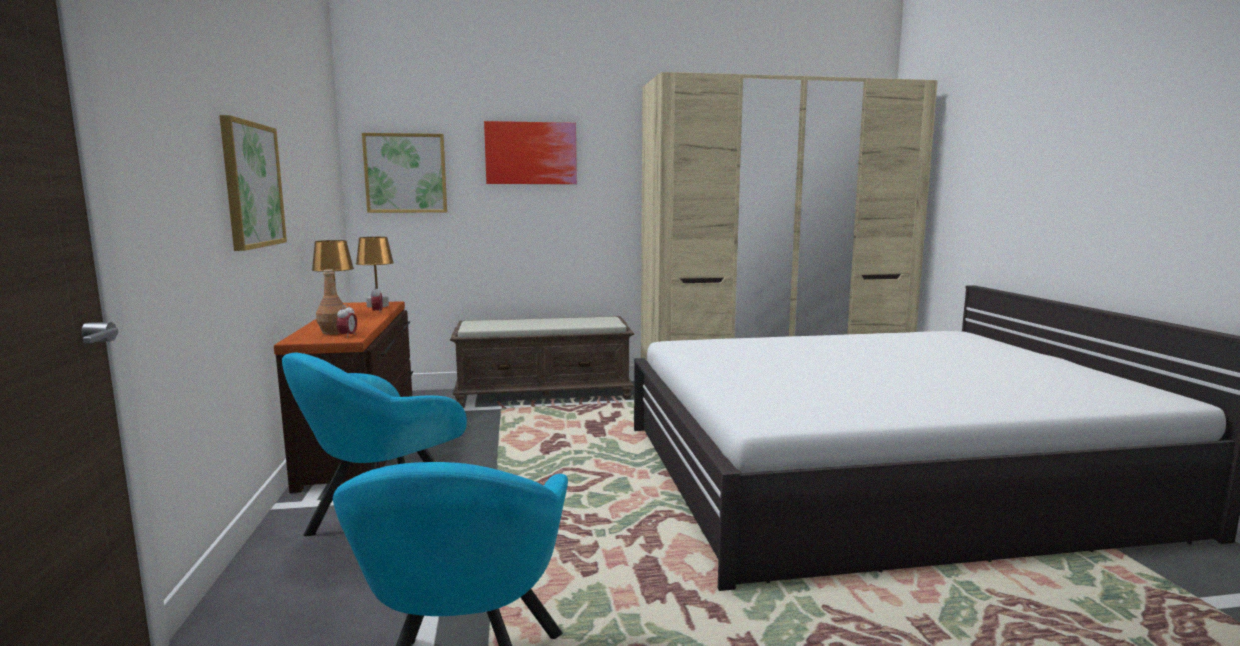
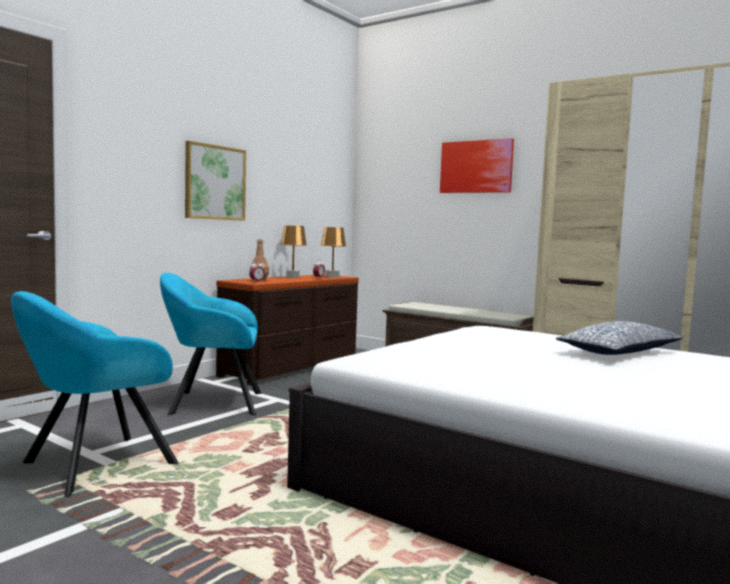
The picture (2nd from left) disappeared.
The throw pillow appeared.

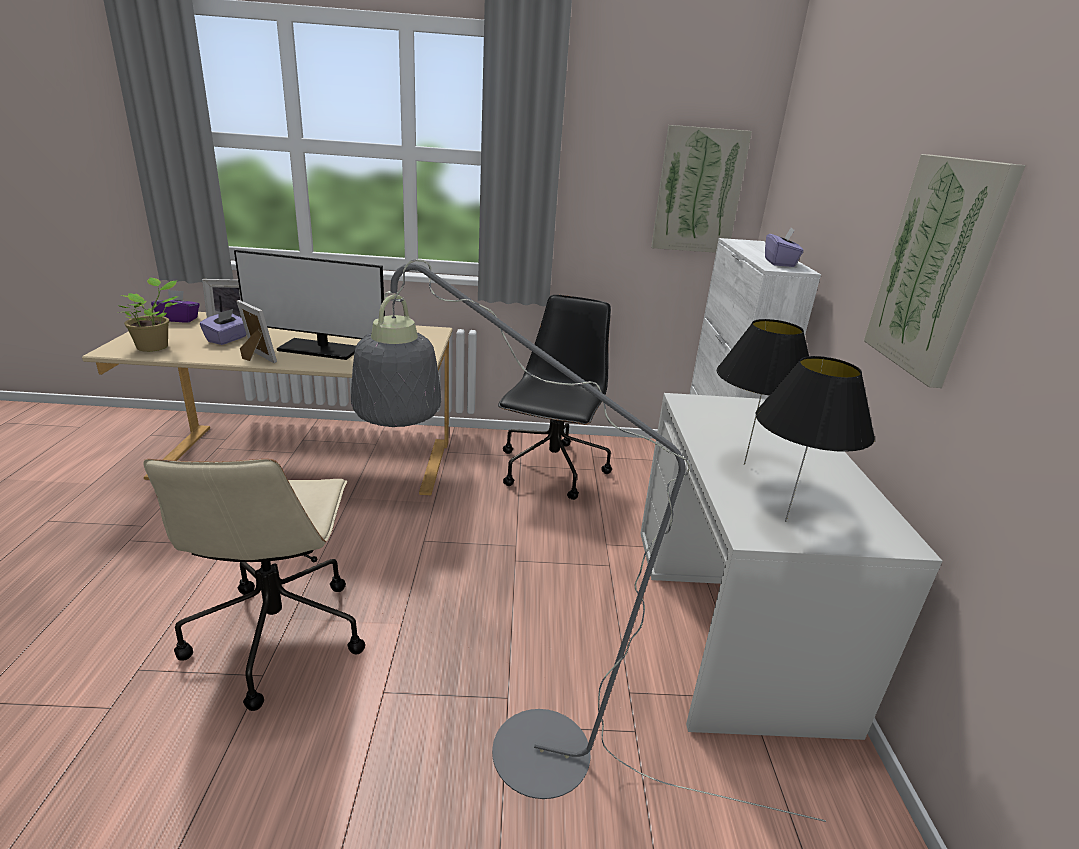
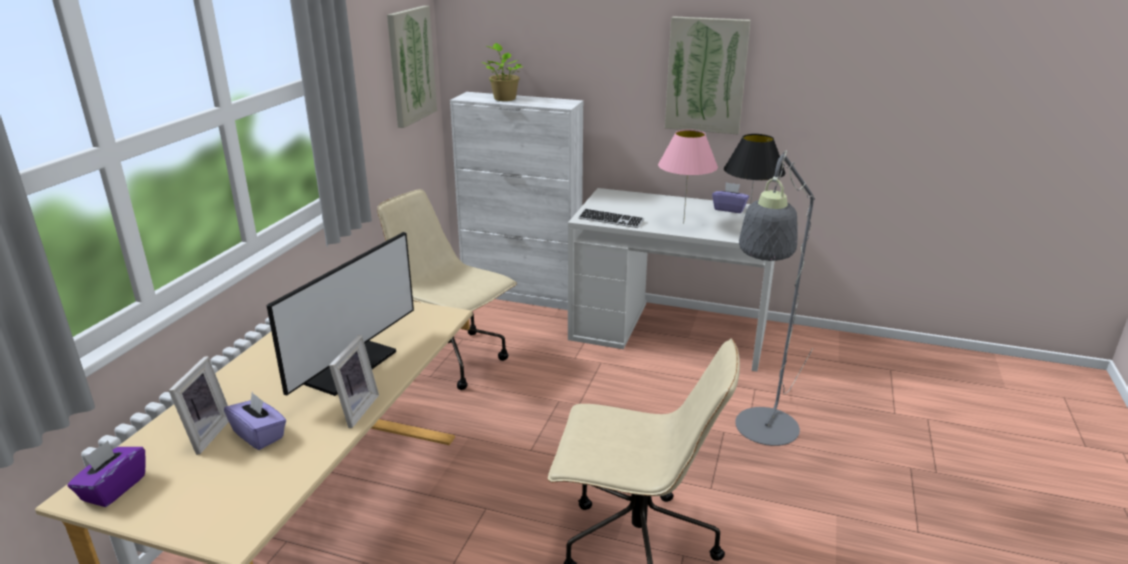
The PC keyboard appeared.
The potted plant moved.
The purplish tissue holder (3rd from left) moved.
The black-coloured computer chair became the beige computer chair (1st from left).
The black-coloured lamp for a table (1st from left) became the pinkish lamp for a table.
The standing frame (2nd from left) turned 135 degrees clockwise.

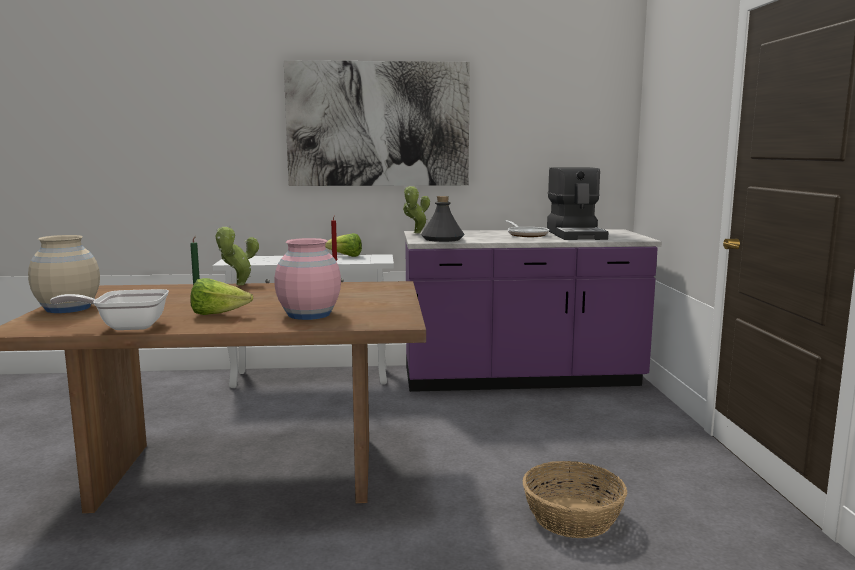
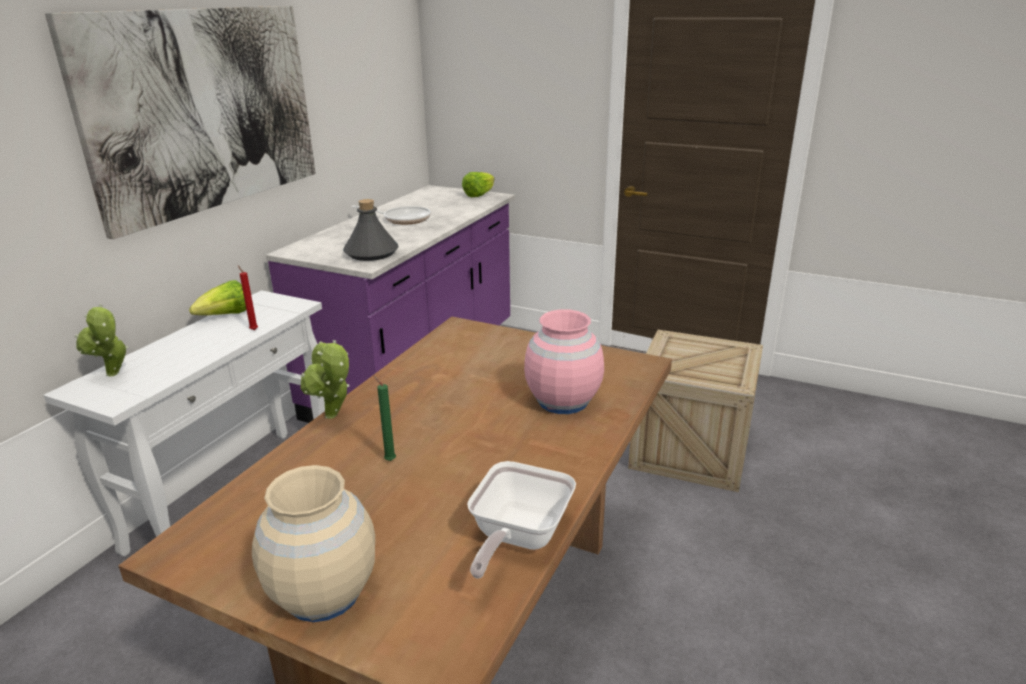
The coffee brewer disappeared.
The lettuce head (1st from left in the first image) moved.
The potted plant (2nd from left in the first image) moved.
The household basket was replaced by the crate.

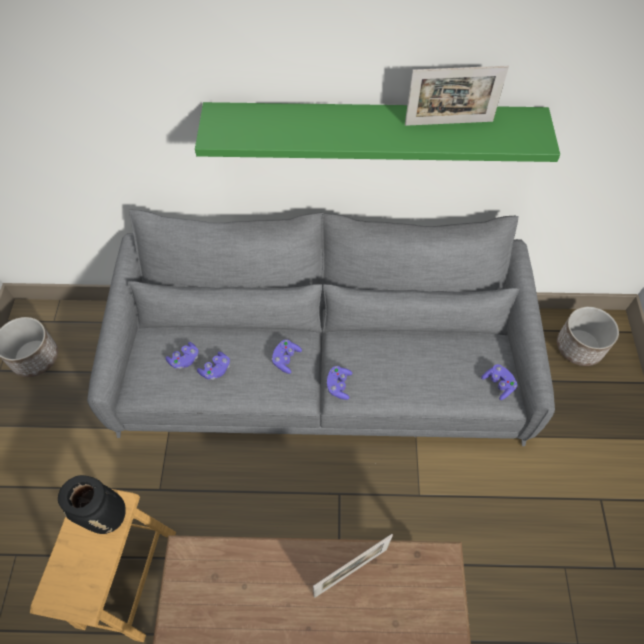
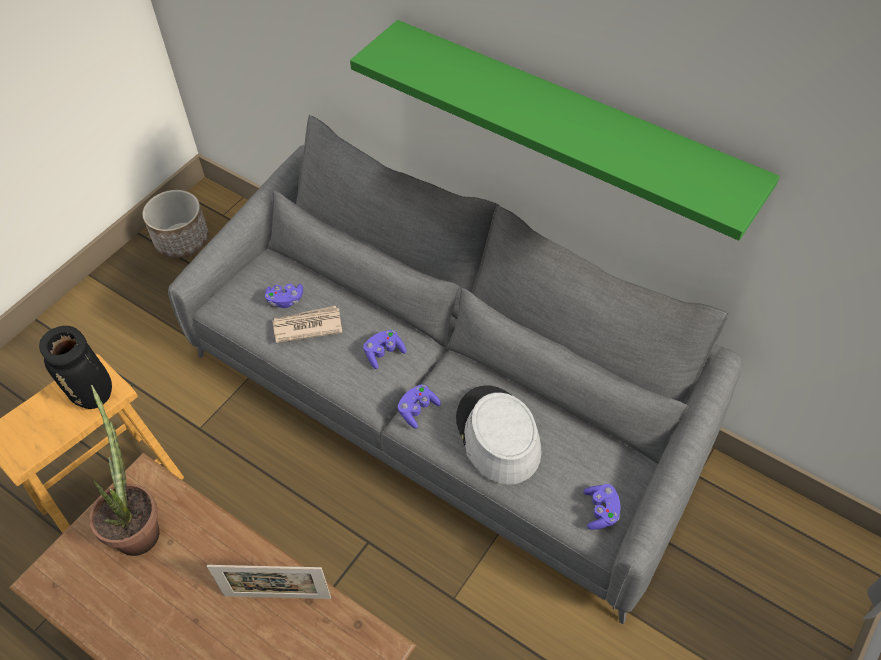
The standing frame (2nd from left) disappeared.
The flower pot (2nd from left) disappeared.
The potted plant appeared.
The grey clothing hat appeared.
The purplish joypad (2nd from left) was replaced by the newspaper.

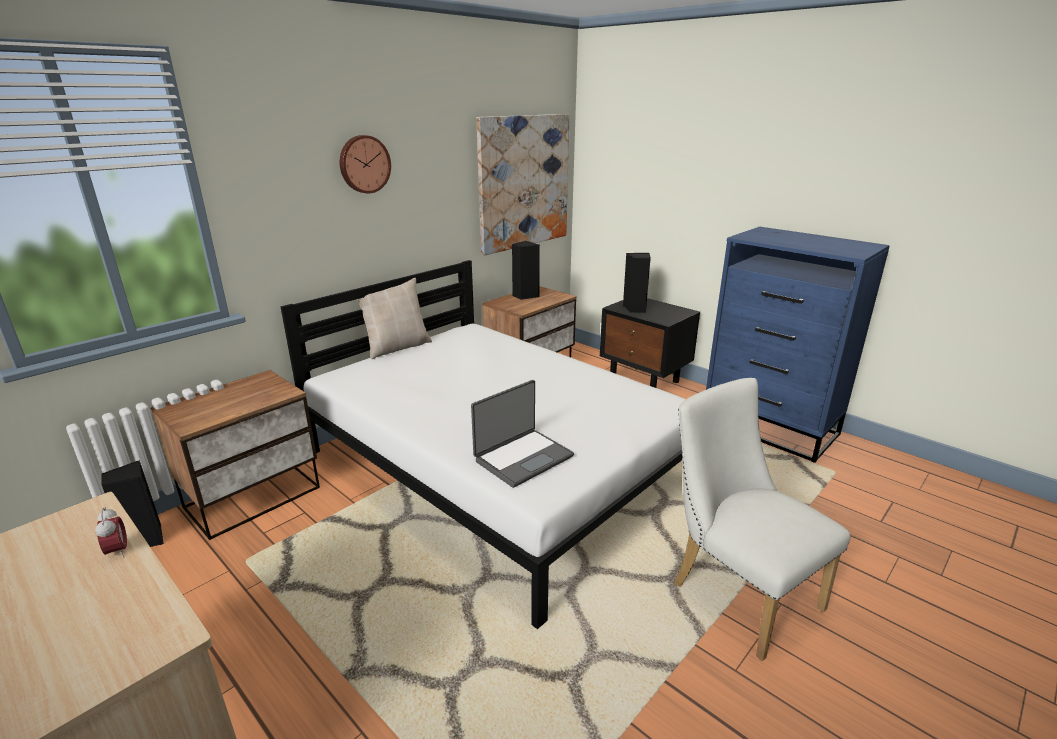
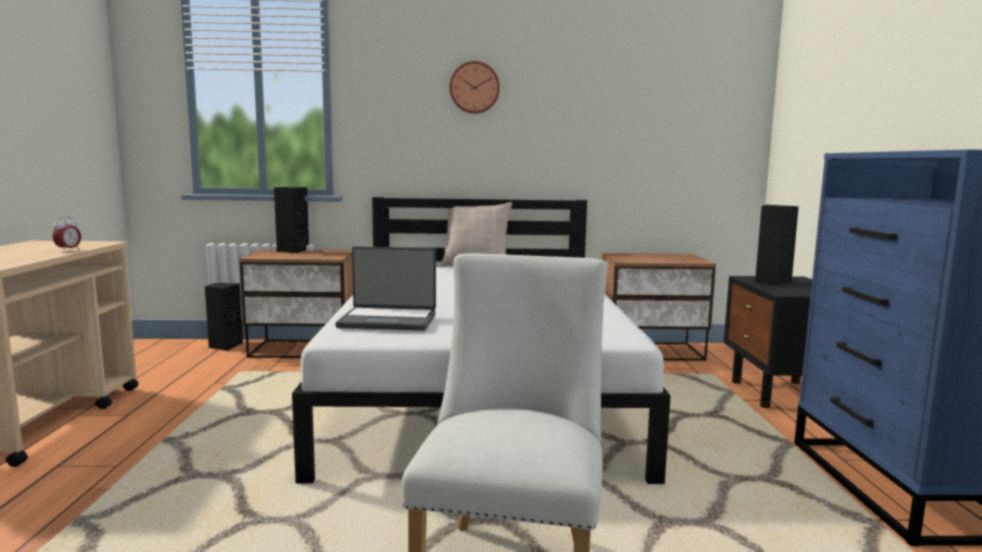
The picture disappeared.
The black-coloured speaker (2nd from left) moved.

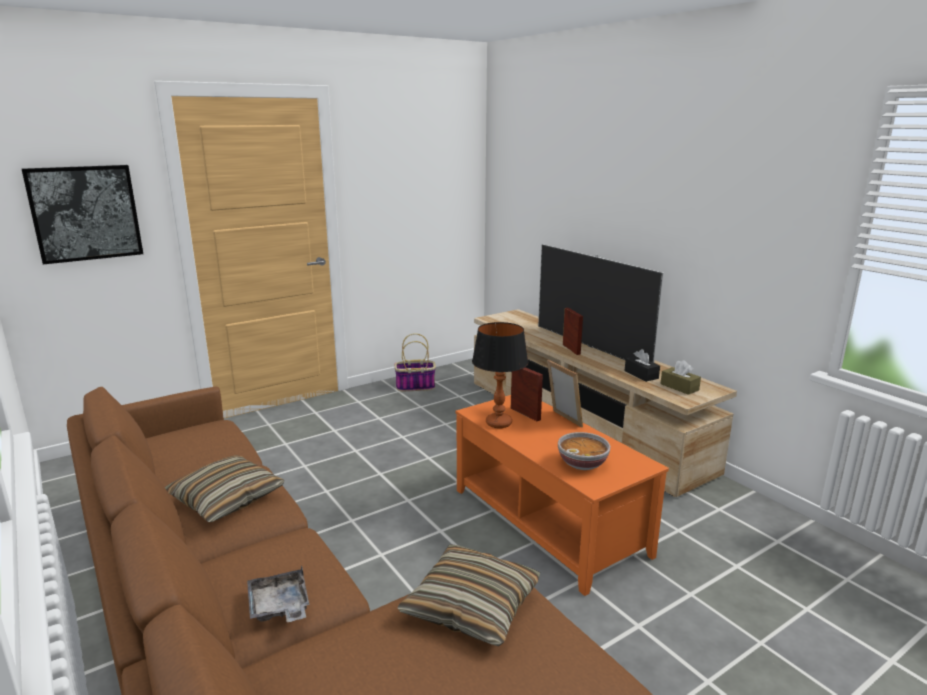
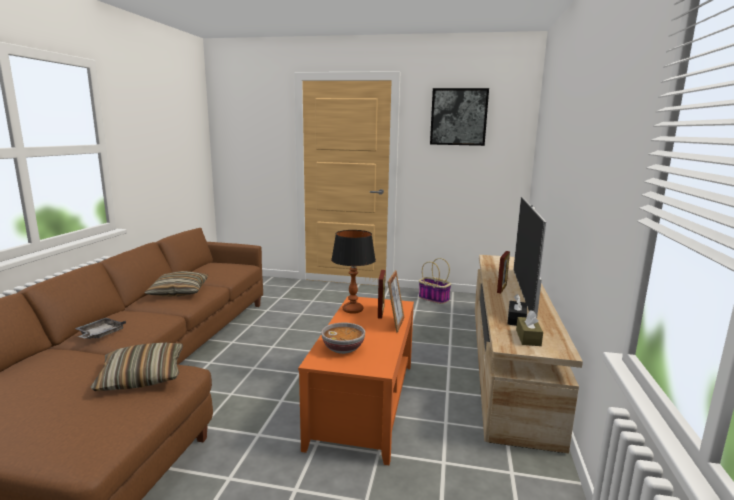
The picture moved.

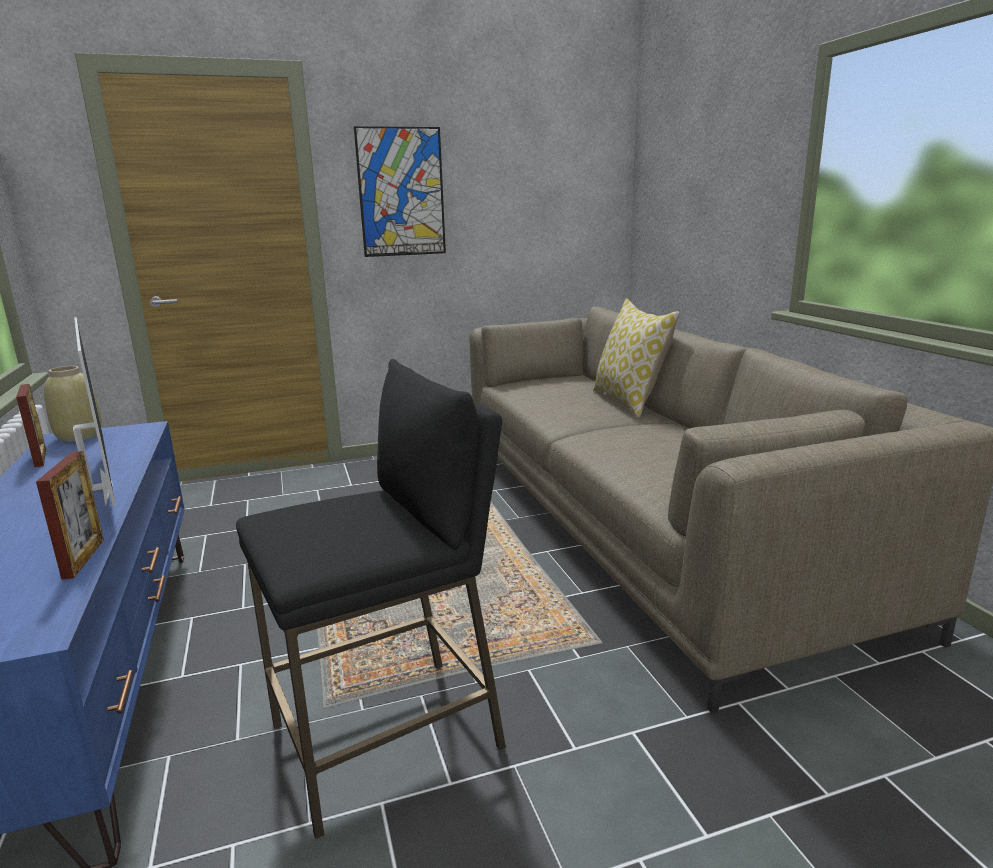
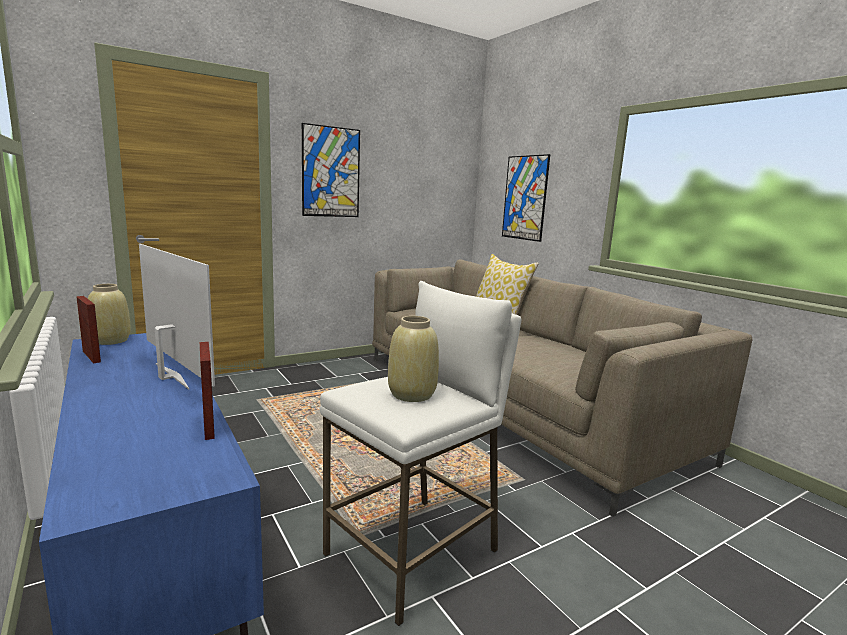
The beige vase (2nd from left) appeared.
The picture (2nd from left) appeared.
The black-coloured stool seat became the white-coloured stool seat.

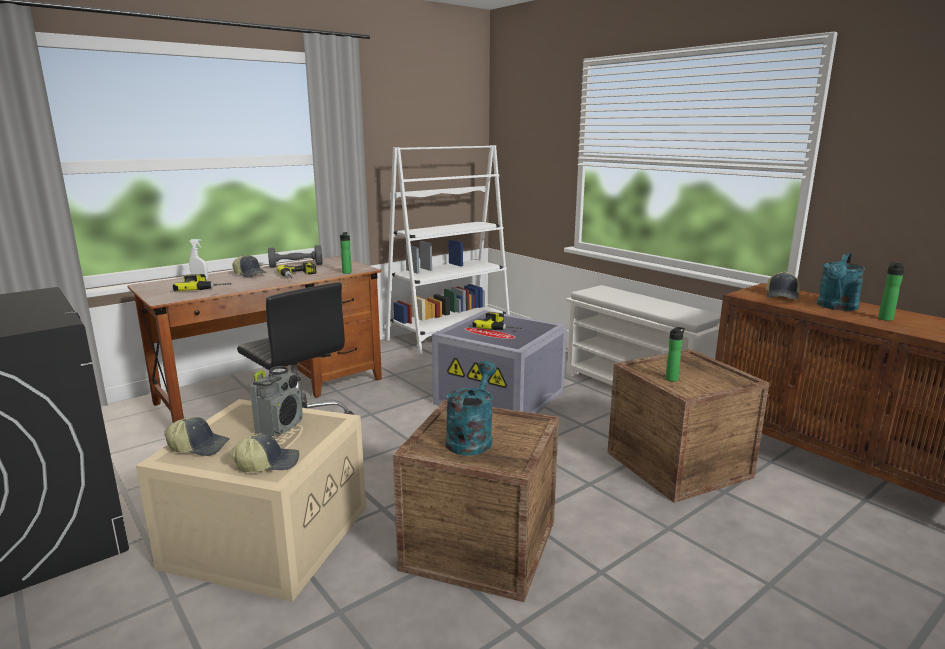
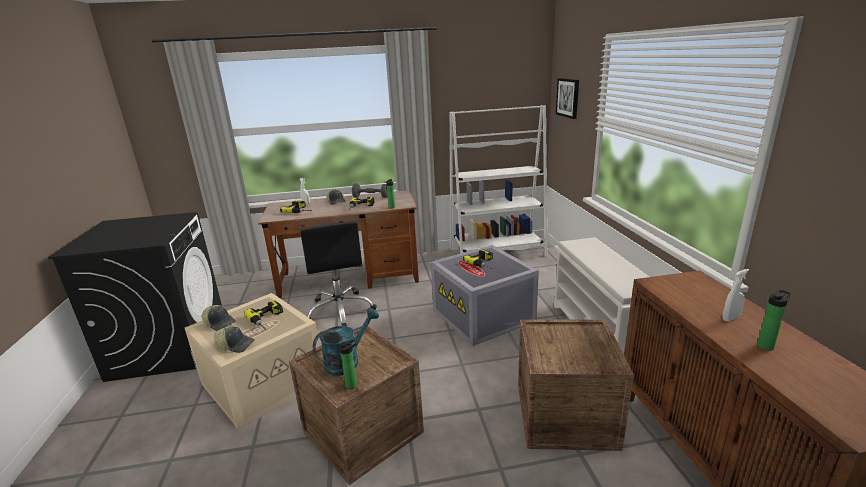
The peaked cap (4th from left) disappeared.
The picture appeared.
The bottle (2nd from left in the first image) moved.
The radio was replaced by the power drill (1st from left).
The turquoise-coloured sprinkling can (2nd from left) was replaced by the white-coloured sprayer (2nd from left).

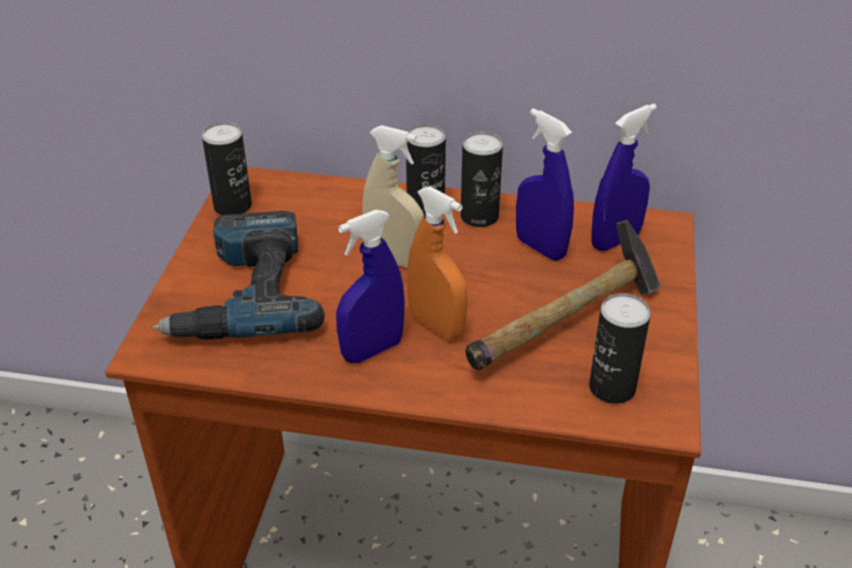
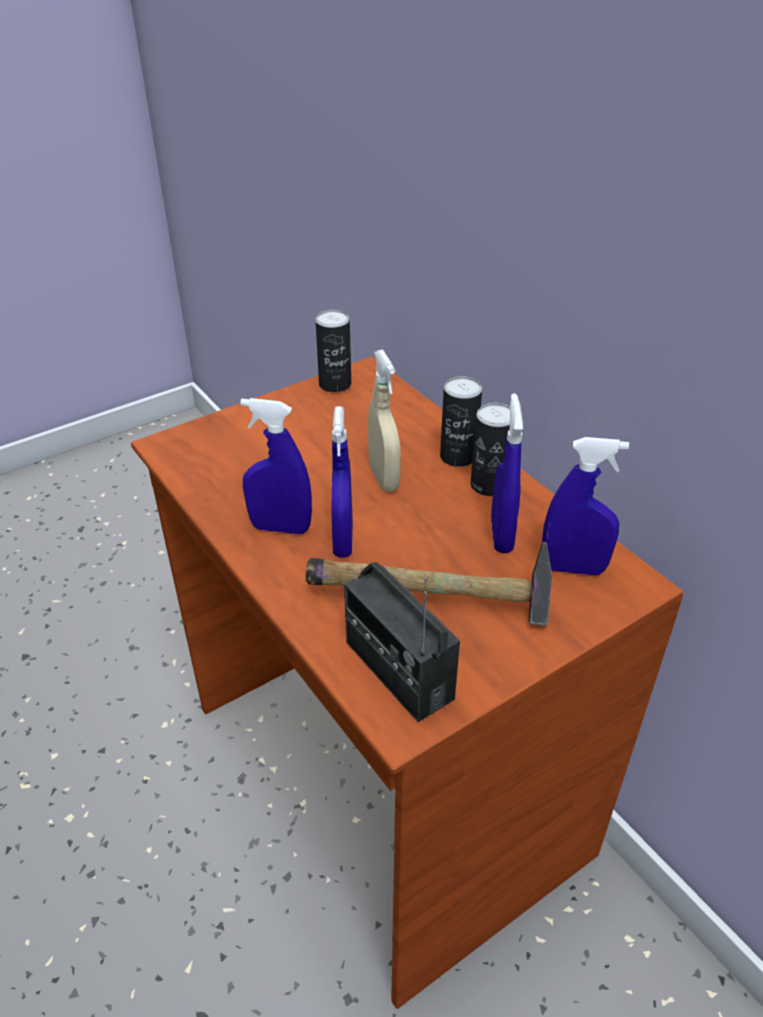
The power drill disappeared.
The metal can (4th from left) was replaced by the radio.
The orange sprayer became the blue sprayer (2nd from left).

